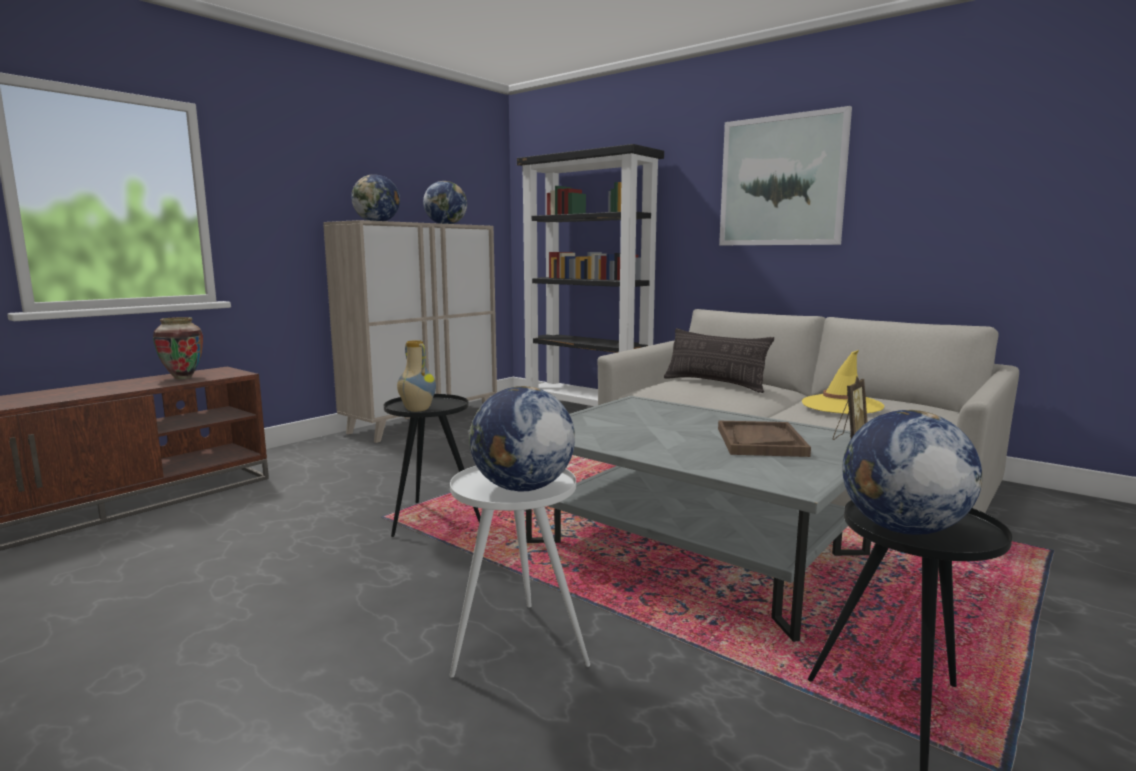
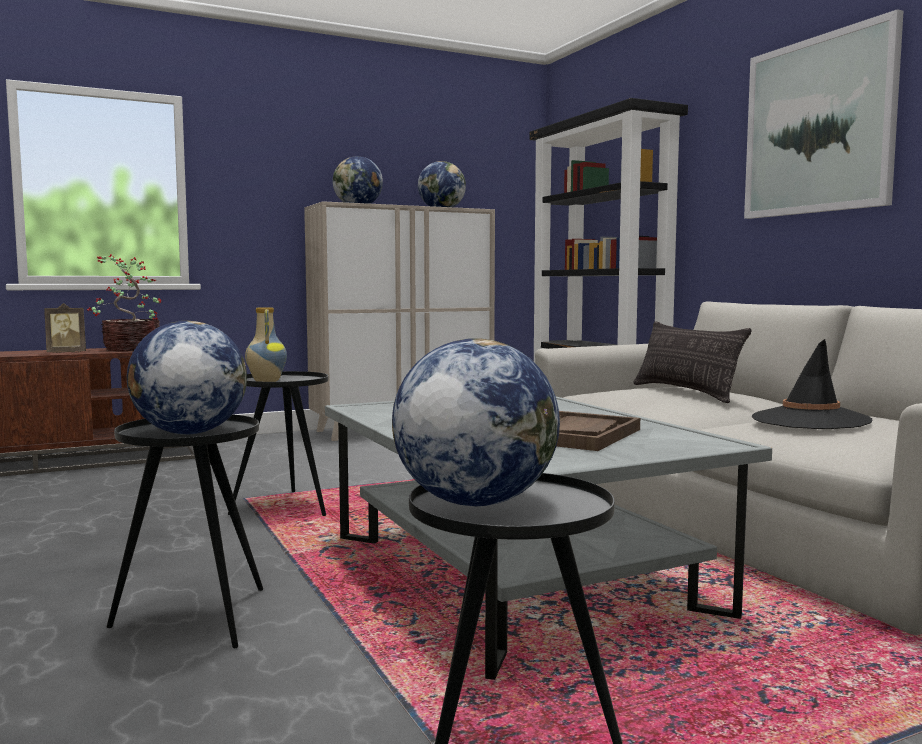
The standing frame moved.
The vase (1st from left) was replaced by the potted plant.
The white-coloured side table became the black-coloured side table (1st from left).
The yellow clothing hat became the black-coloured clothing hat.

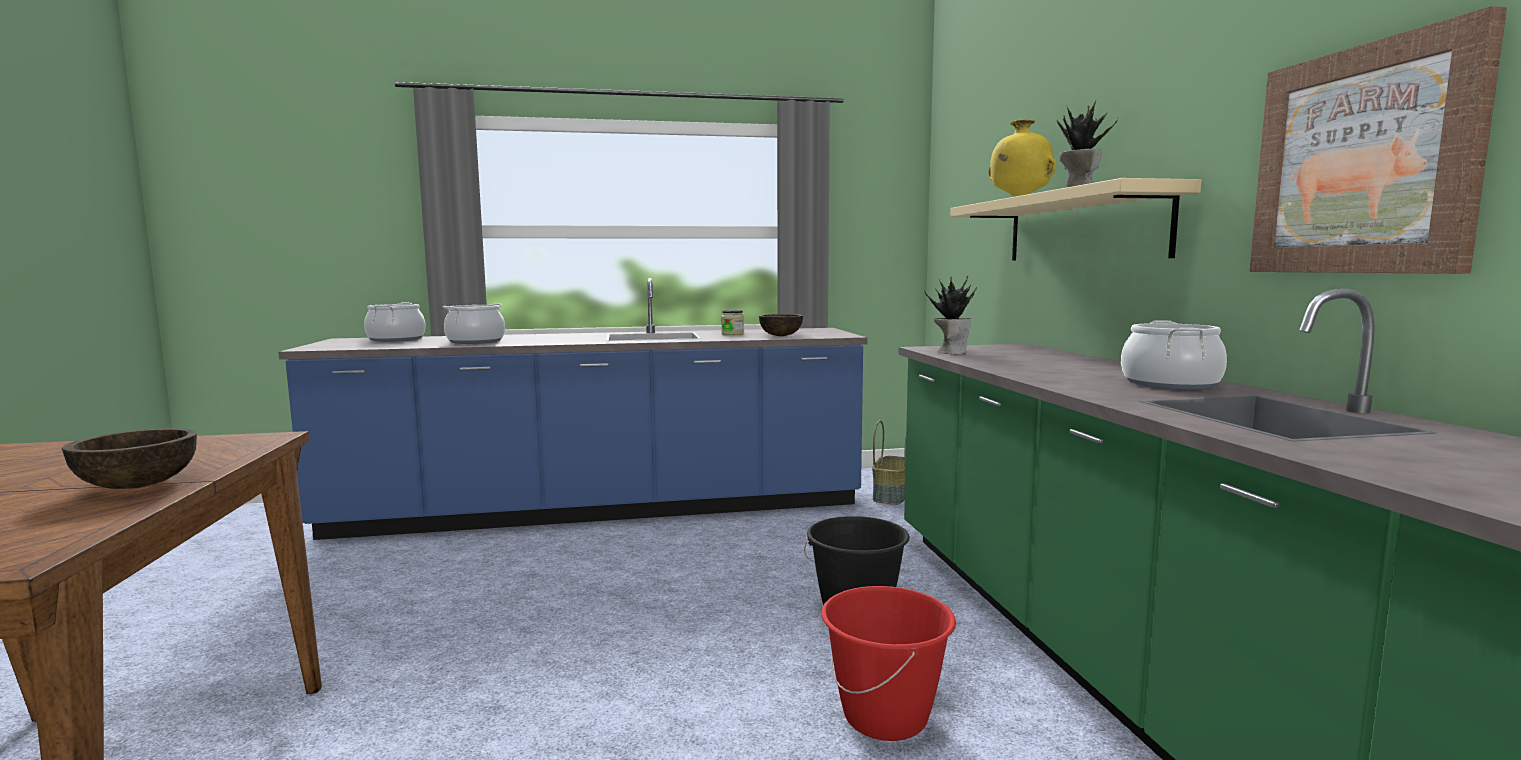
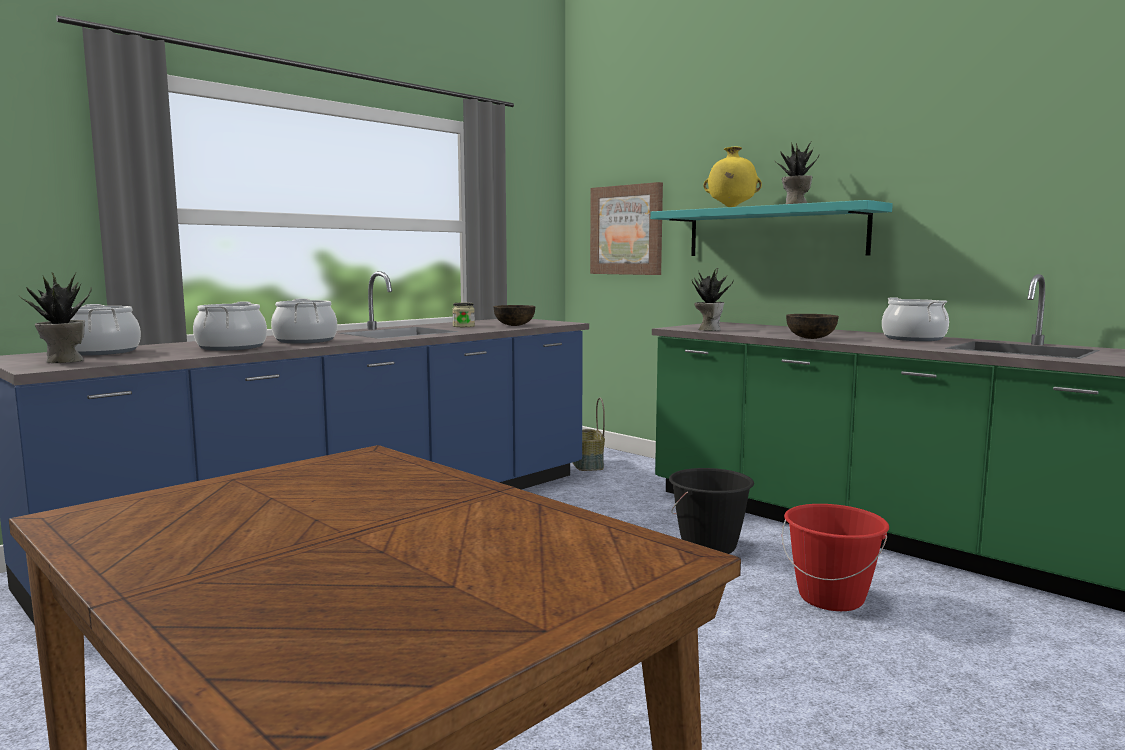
The potted plant (1st from left) appeared.
The stockpot (3rd from left) appeared.
The brownish serving bowl (1st from left in the first image) moved.
The picture moved.
The beige shelf became the turquoise-coloured shelf.

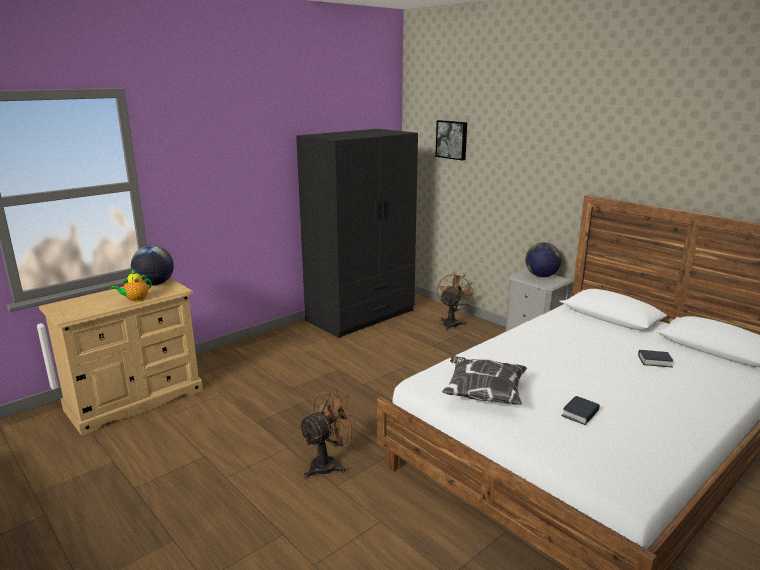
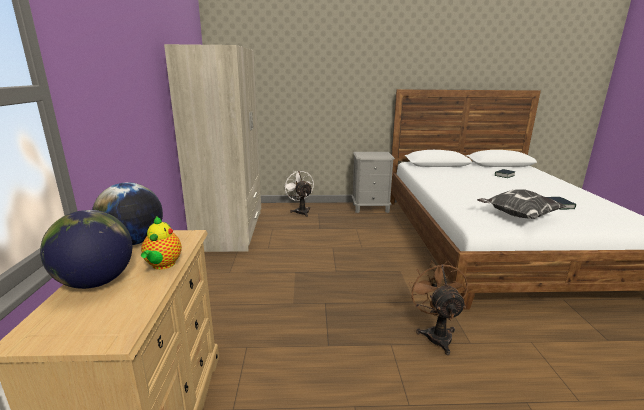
The picture disappeared.
The world globe (2nd from left in the first image) moved.
The black-coloured armoire became the beige armoire.
The brownish cooling fan (2nd from left) became the white-coloured cooling fan.

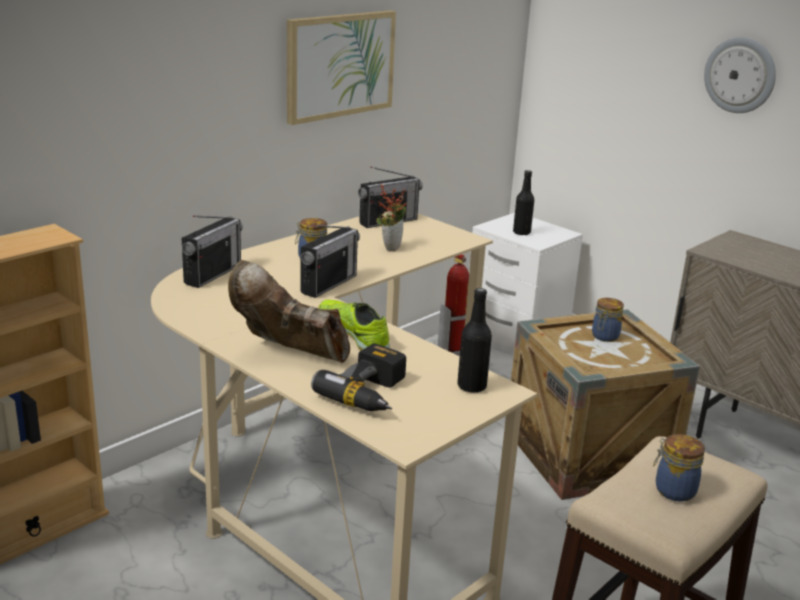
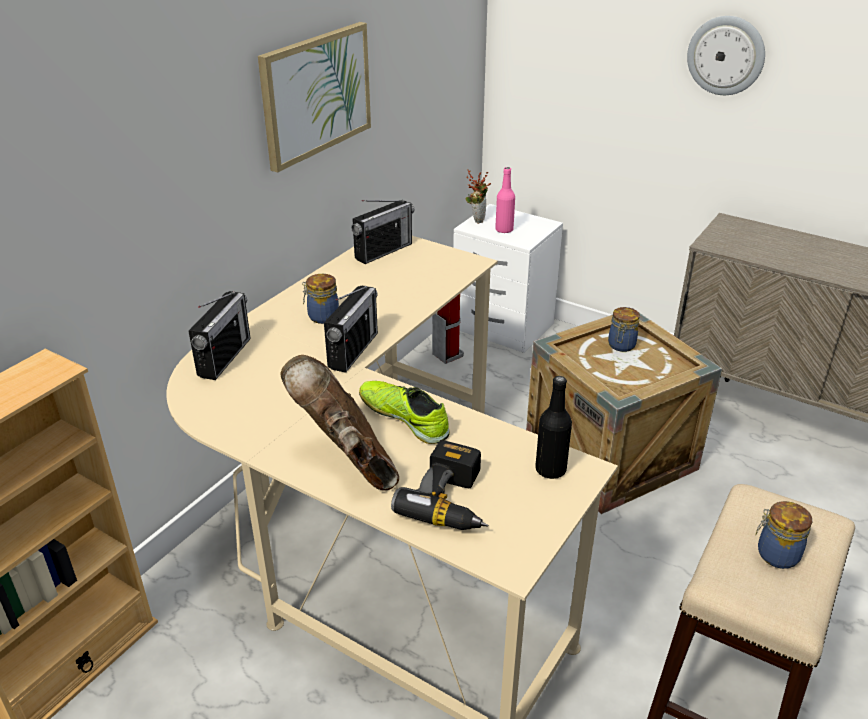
The potted plant moved.
The black-coloured bottle (2nd from left) became the pinkish bottle.
The brownish high-top boot turned 45 degrees clockwise.

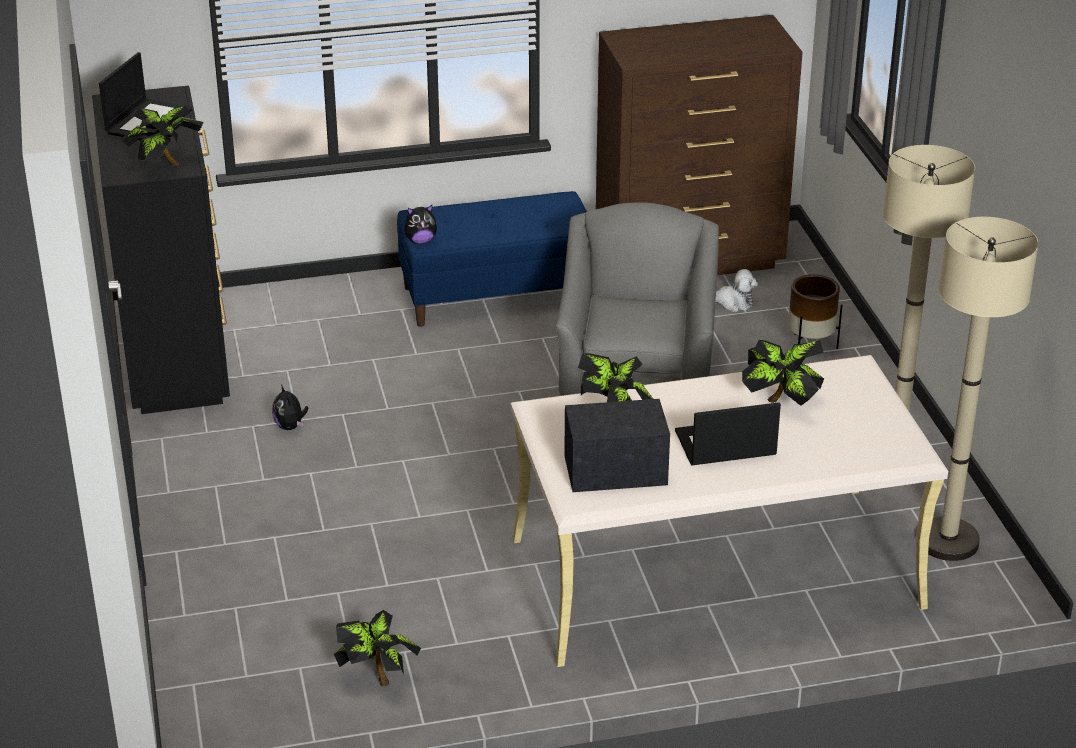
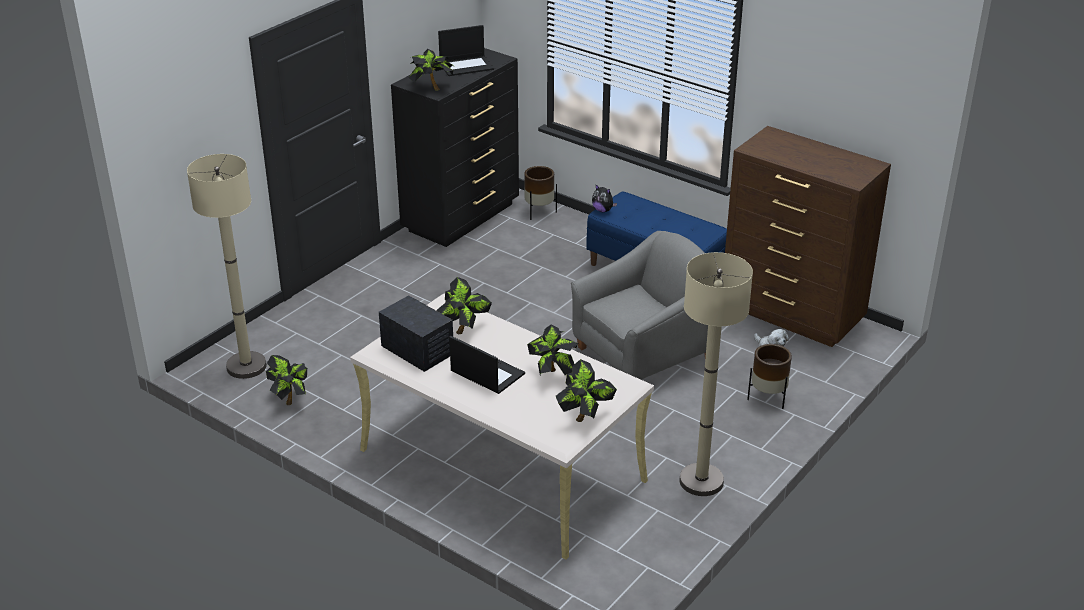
The soft toy (1st from left) disappeared.
The brownish flower pot (1st from left) appeared.
The potted plant (5th from left) appeared.
The beige standard lamp (2nd from left in the first image) moved.

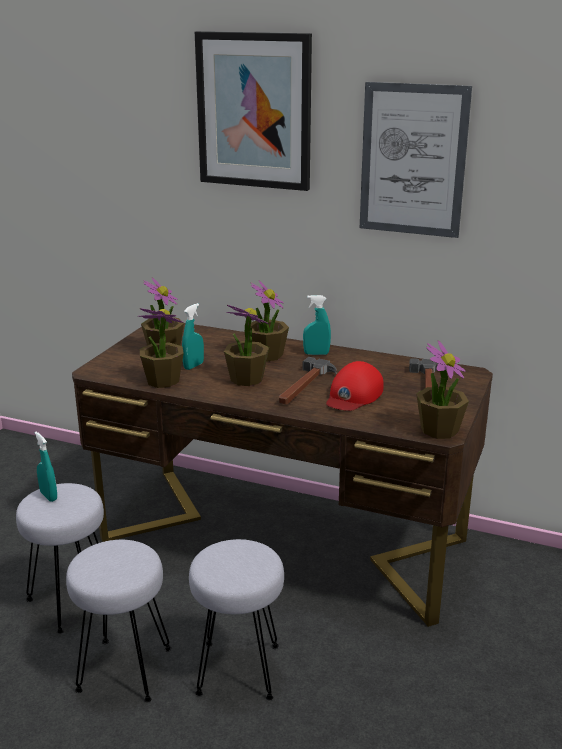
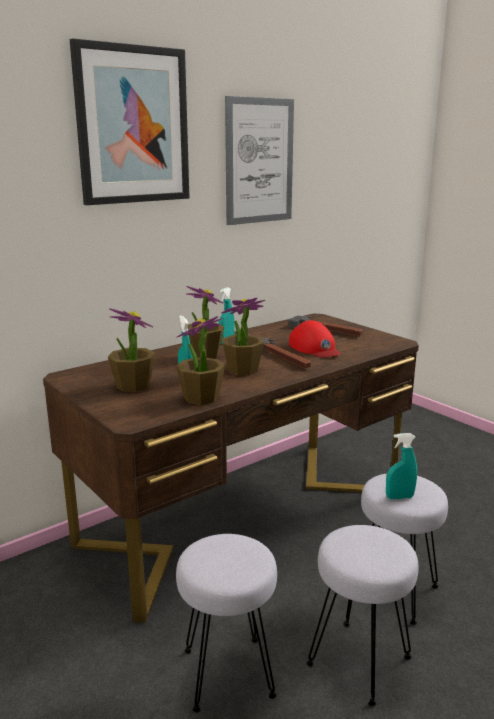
The potted plant (5th from left) disappeared.
The turquoise-coloured sprayer (1st from left in the first image) moved.

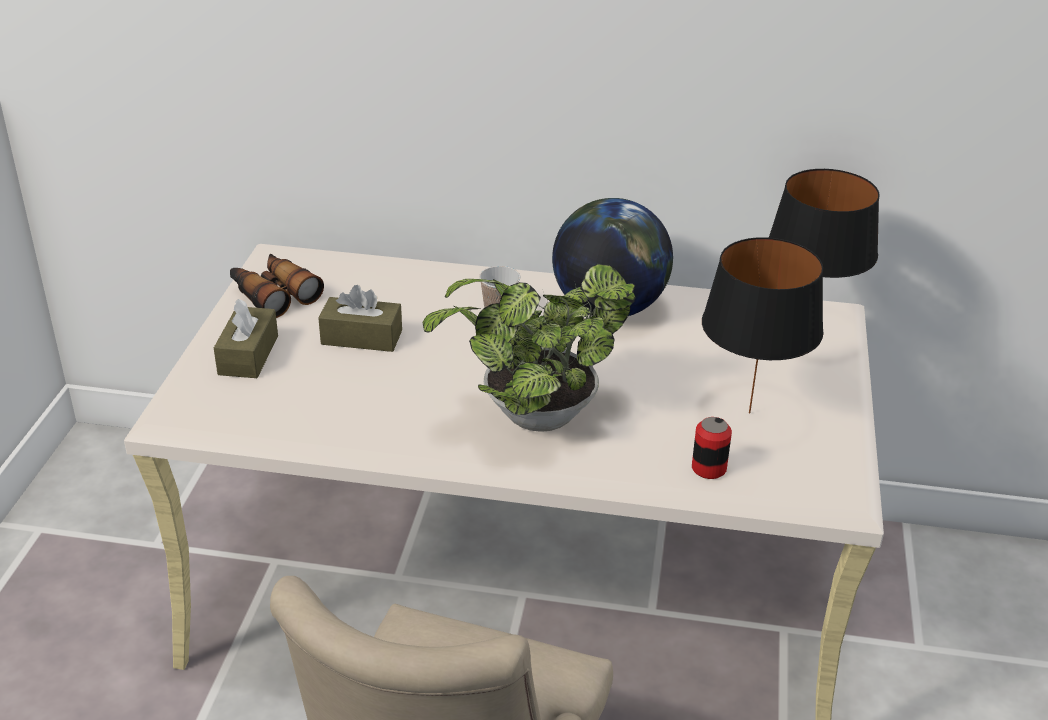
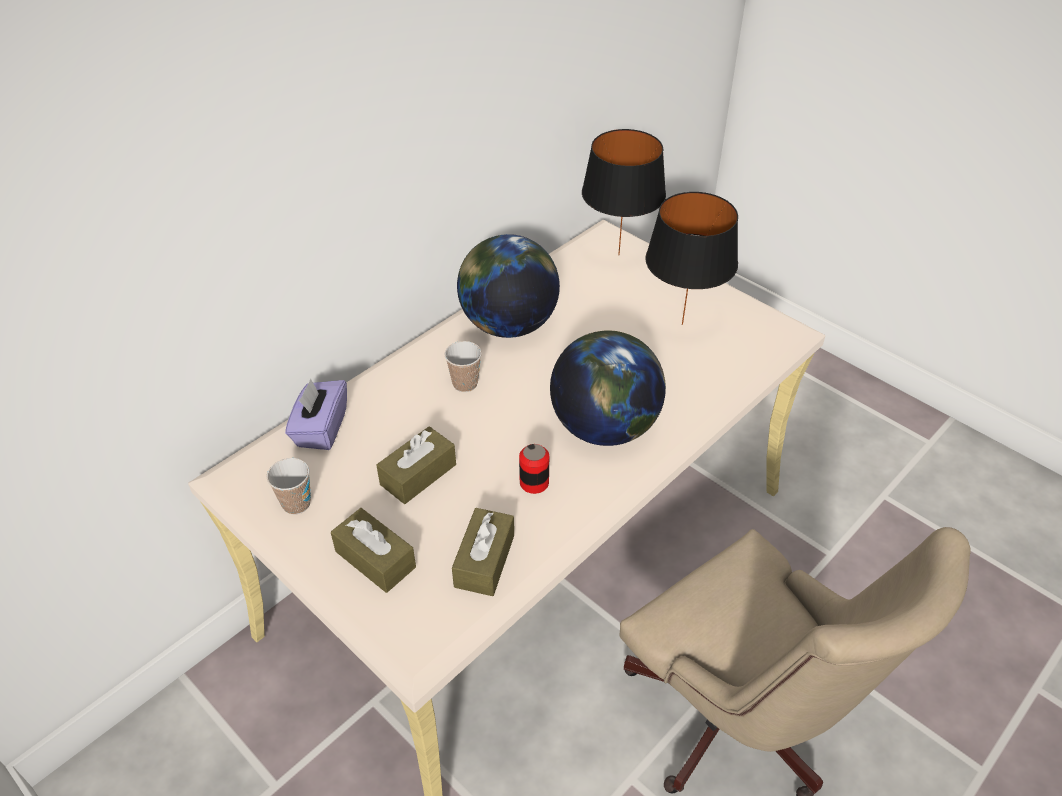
The purplish tissue holder appeared.
The brownish tissue holder (3rd from left) appeared.
The metal can moved.
The field glasses was replaced by the drinking cup (1st from left).
The potted plant was replaced by the world globe (2nd from left).

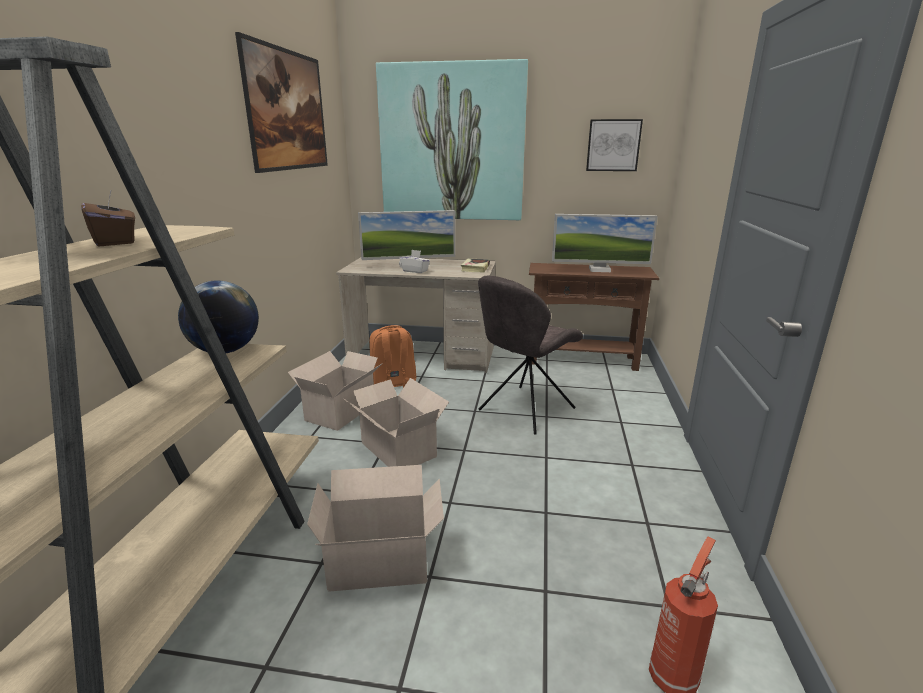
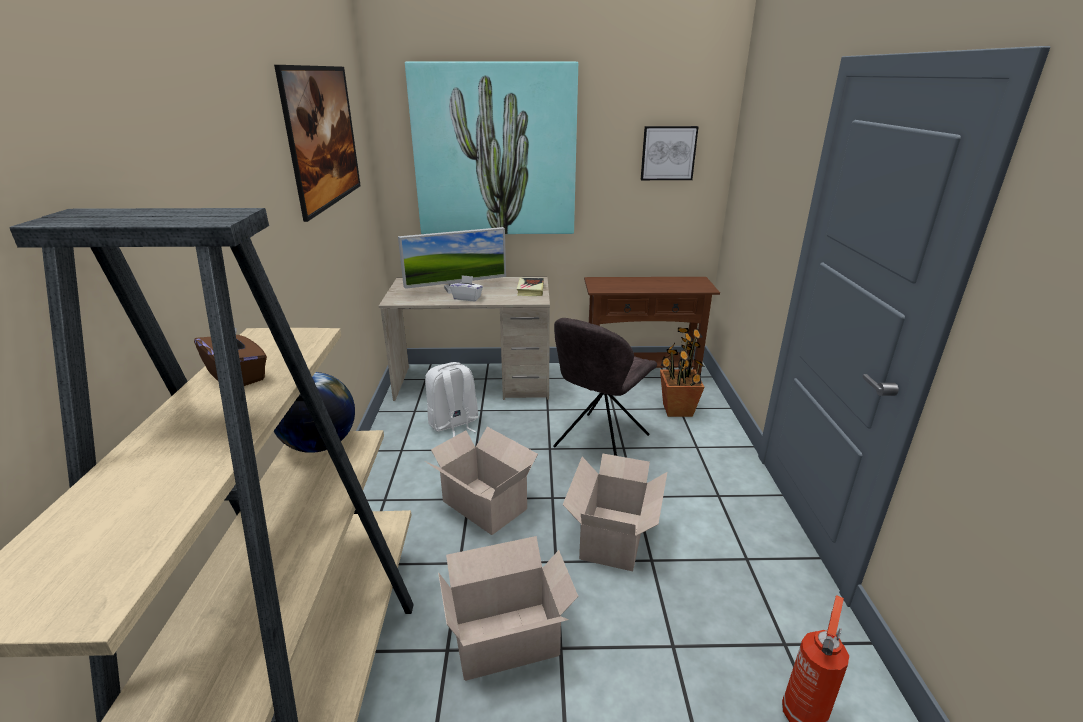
The computer display (2nd from left) disappeared.
The potted plant appeared.
The packing box (1st from left in the first image) moved.
The orange rucksack became the white-coloured rucksack.

